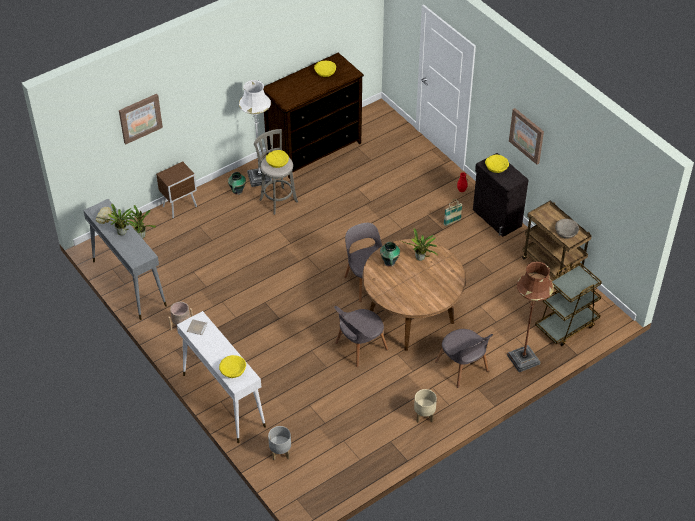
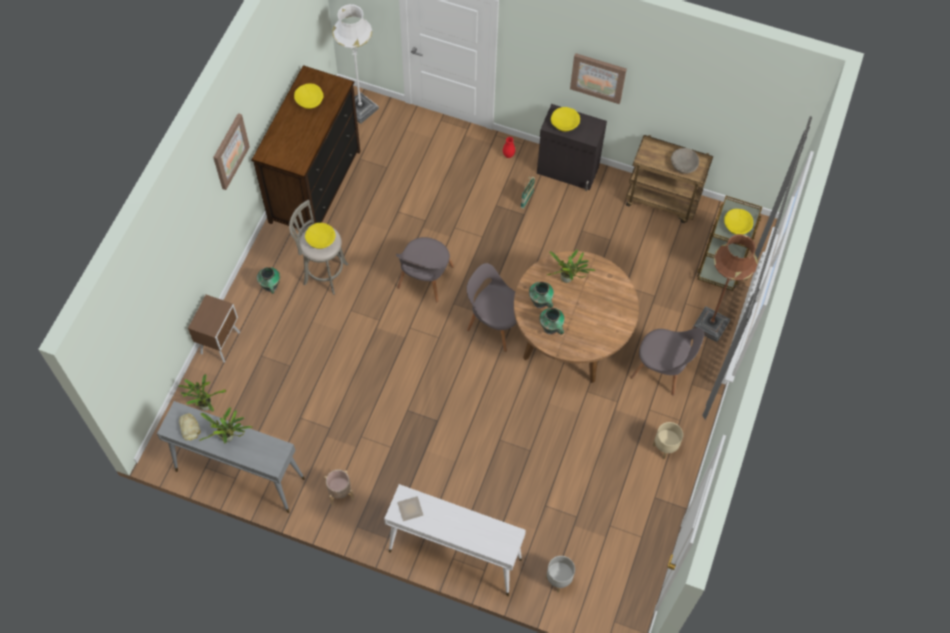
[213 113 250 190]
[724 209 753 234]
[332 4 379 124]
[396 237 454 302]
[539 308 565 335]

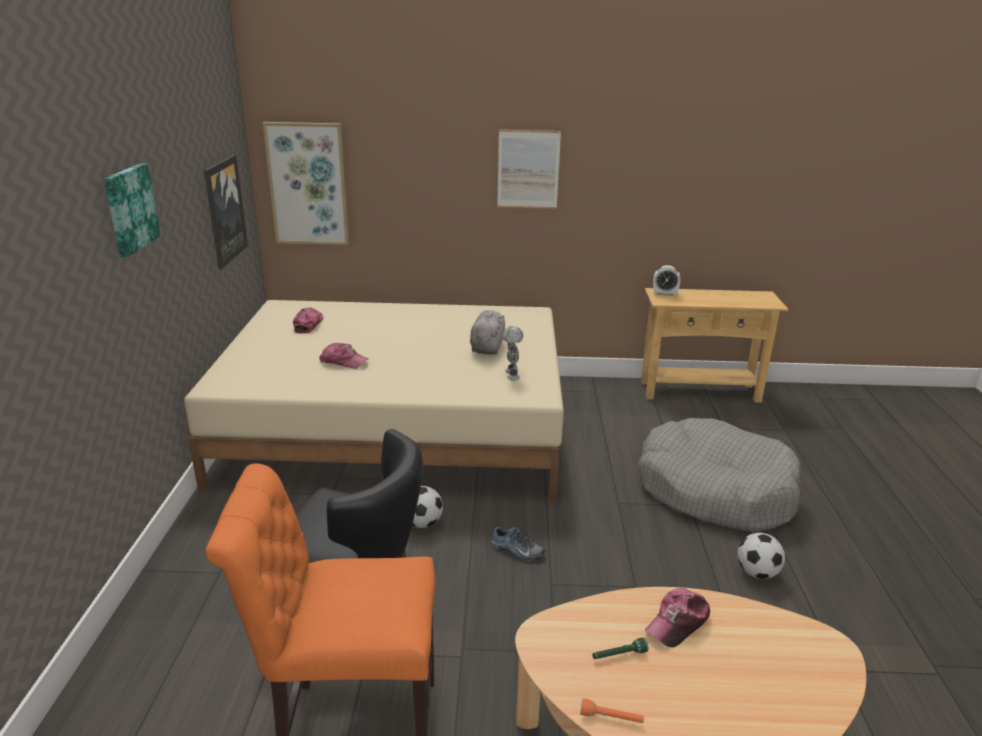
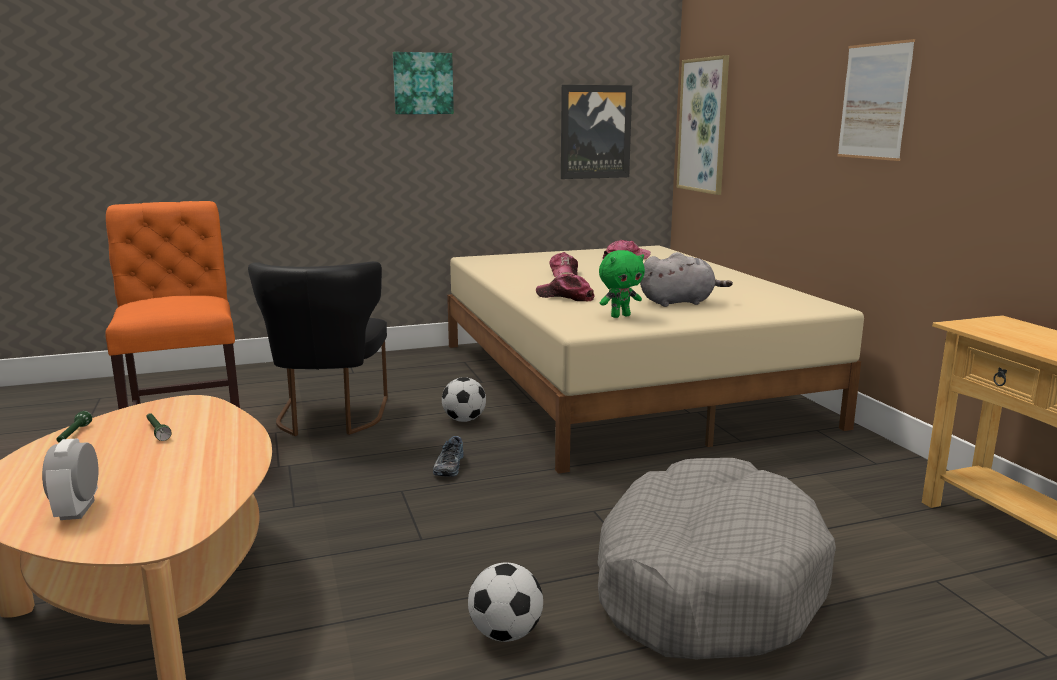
[599 250 645 318]
[56 411 92 442]
[536 274 595 301]
[42 439 98 520]

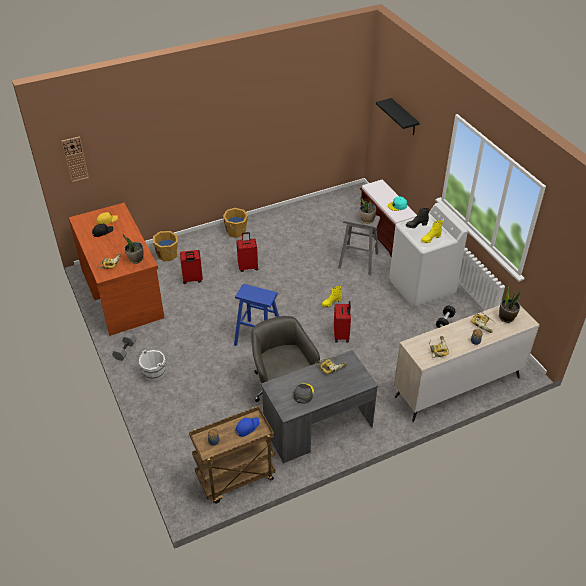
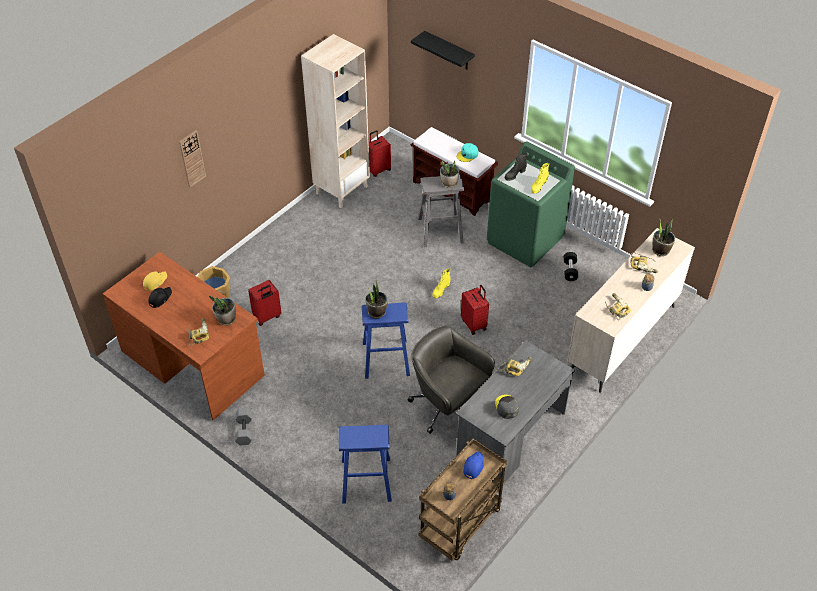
[179 130 206 188]
[139 350 167 381] (first image)
[223 208 248 238] (first image)
[368 130 391 177]
[487 141 575 267]
[301 34 370 208]
[339 425 392 504]
[365 280 388 318]

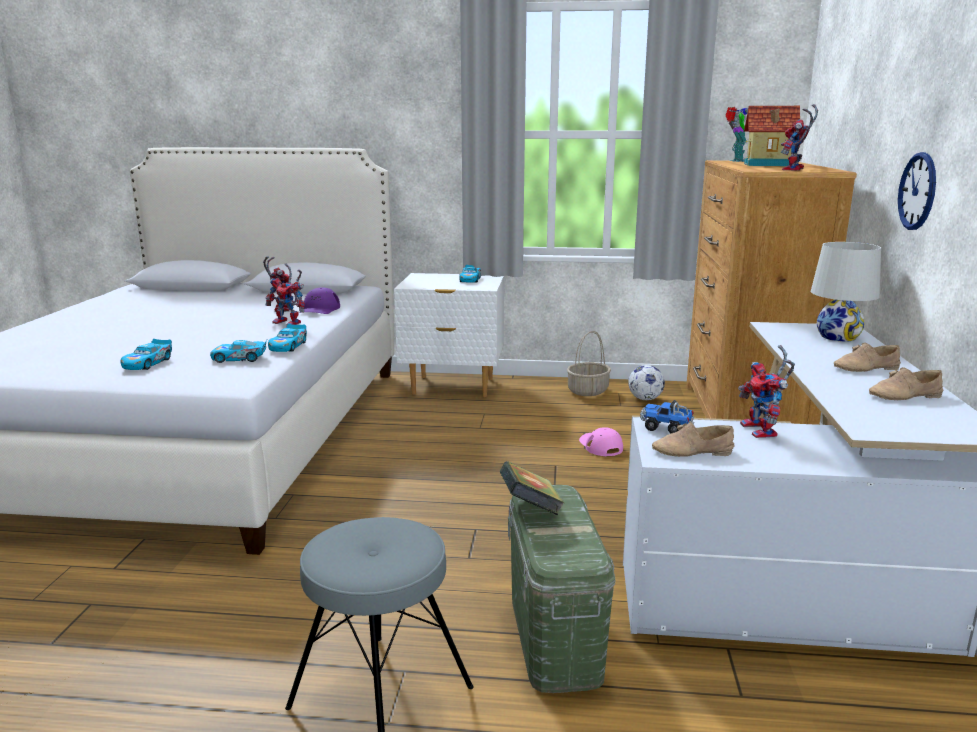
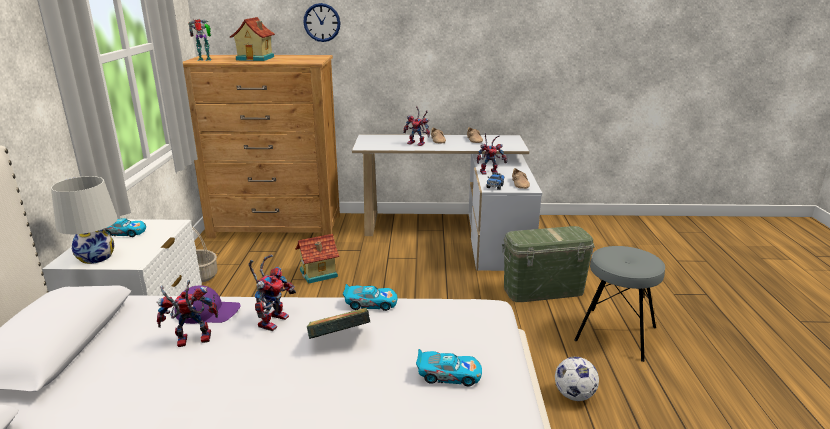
[210 339 268 363] (first image)
[307 308 370 339]
[295 234 340 284]
[555 357 599 401]
[403 106 430 146]
[51 176 118 264]
[303 3 340 42]

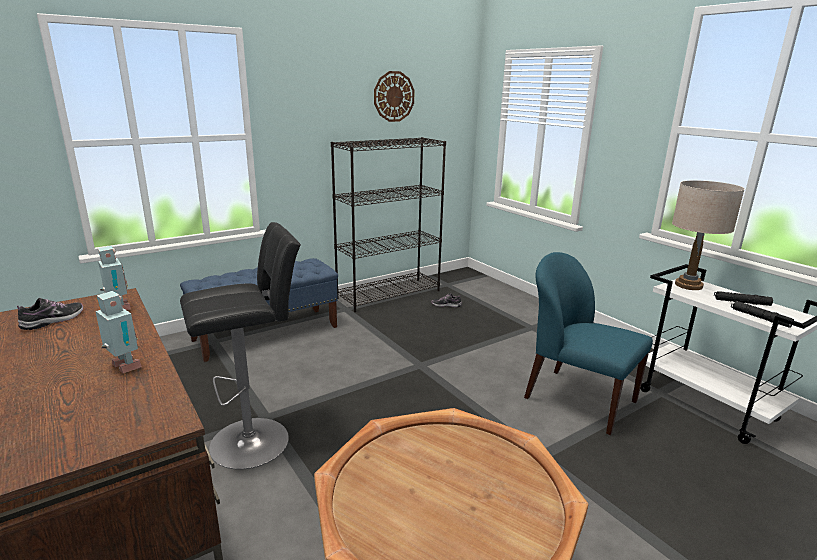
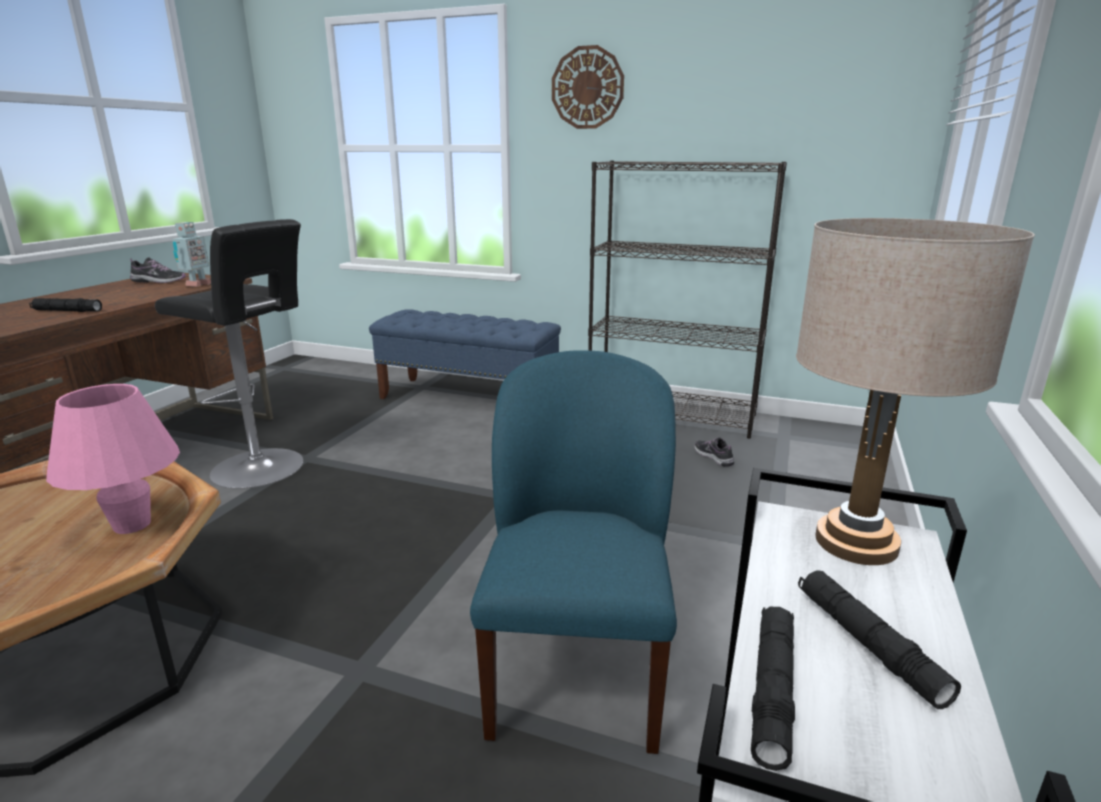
[29 298 102 312]
[552 45 624 129]
[46 384 180 534]

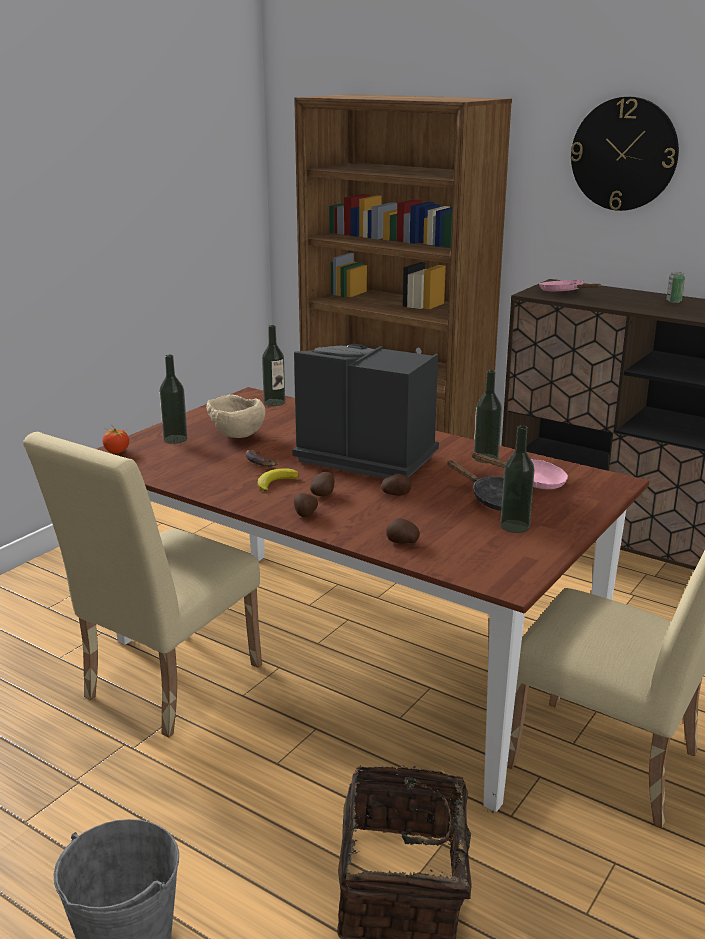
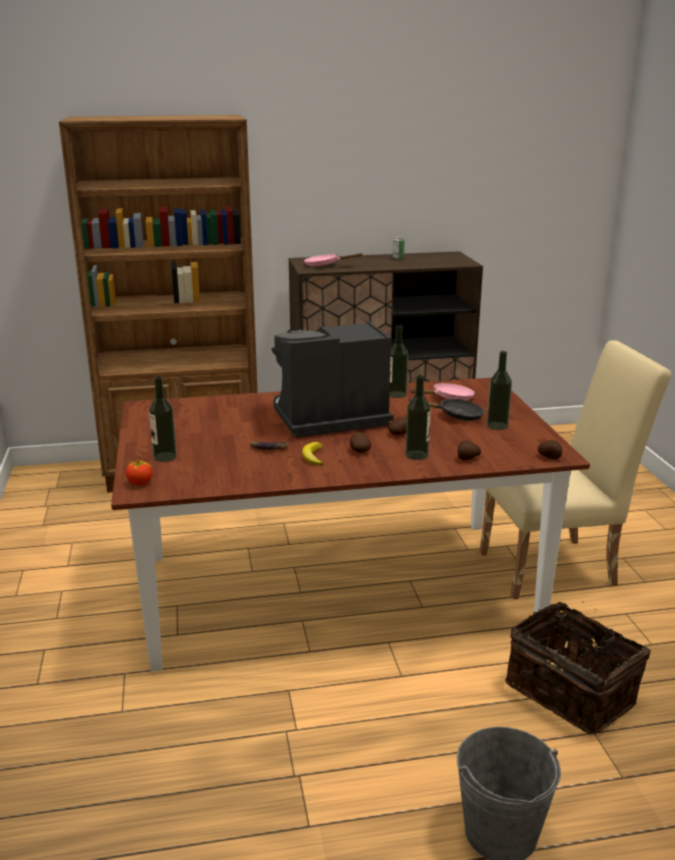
[23 432 262 738] (first image)
[206 394 266 438] (first image)
[405 375 431 460]
[538 440 562 459]
[571 97 679 211] (first image)

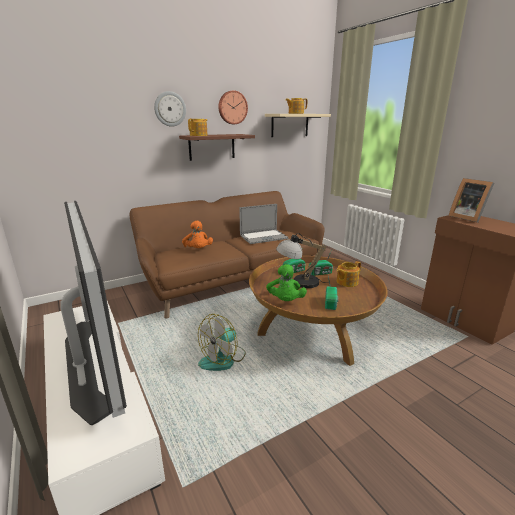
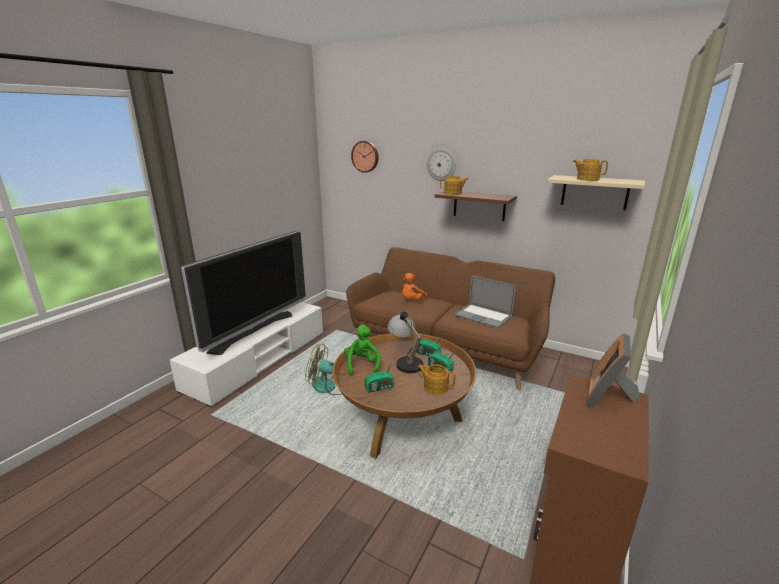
[351 141 379 173]
[344 325 381 374]

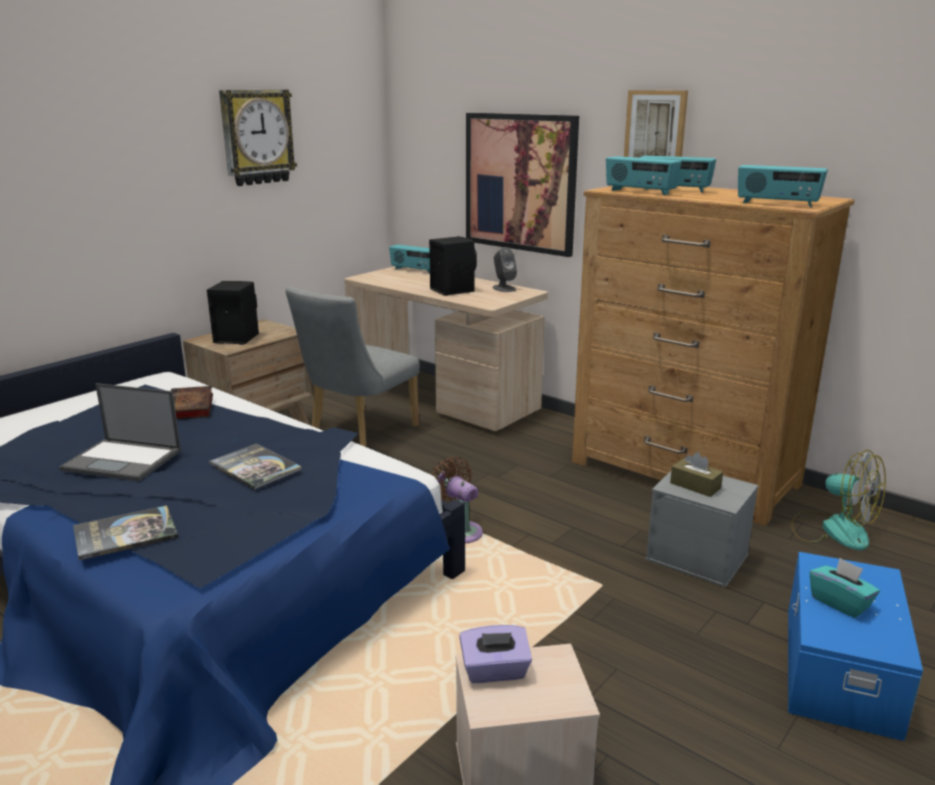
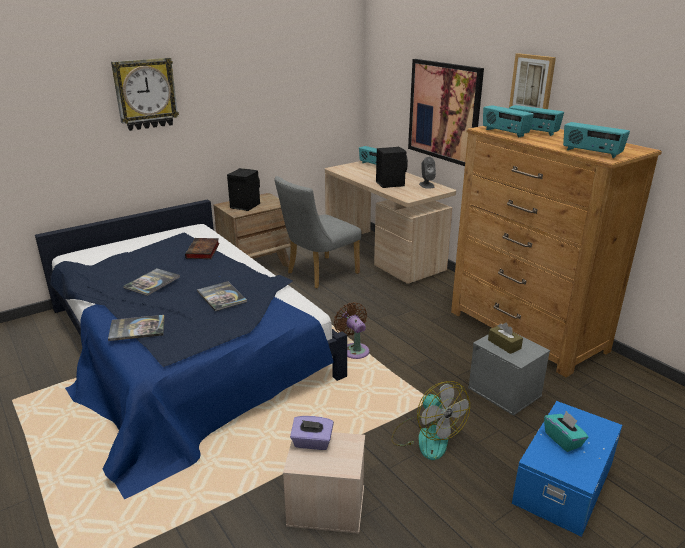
[123 268 180 296]
[111 58 179 131]
[391 381 470 460]

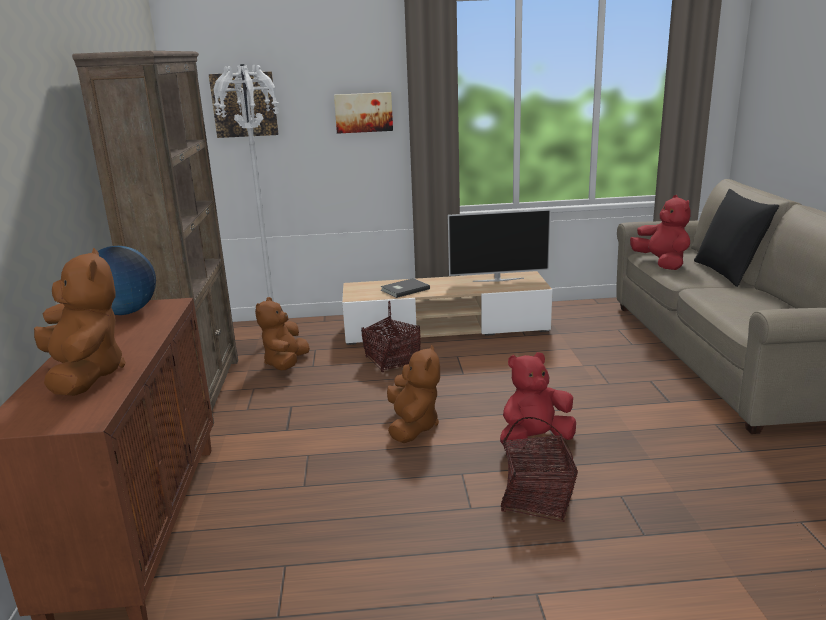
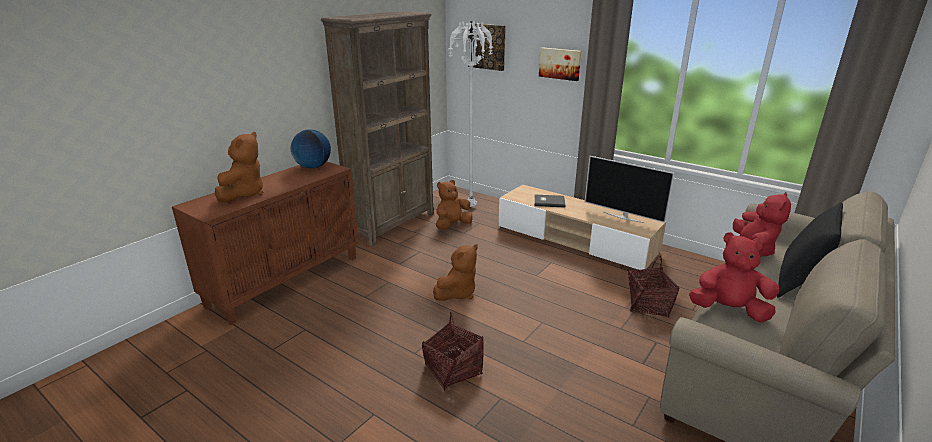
[628 256 679 318]
[689 232 779 323]

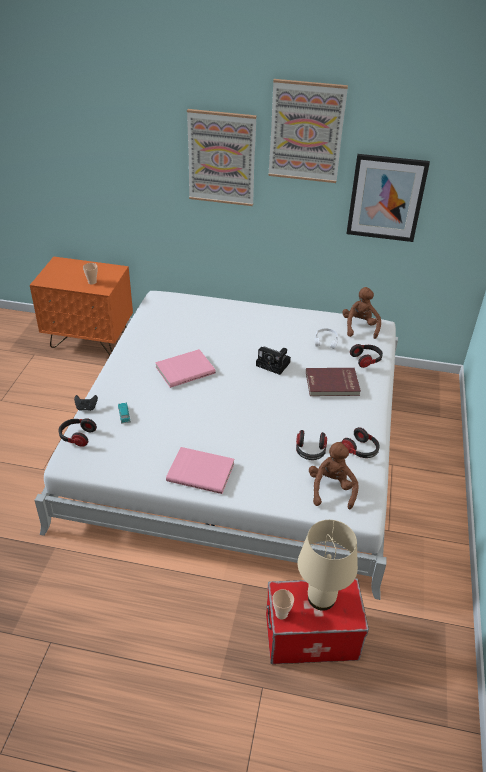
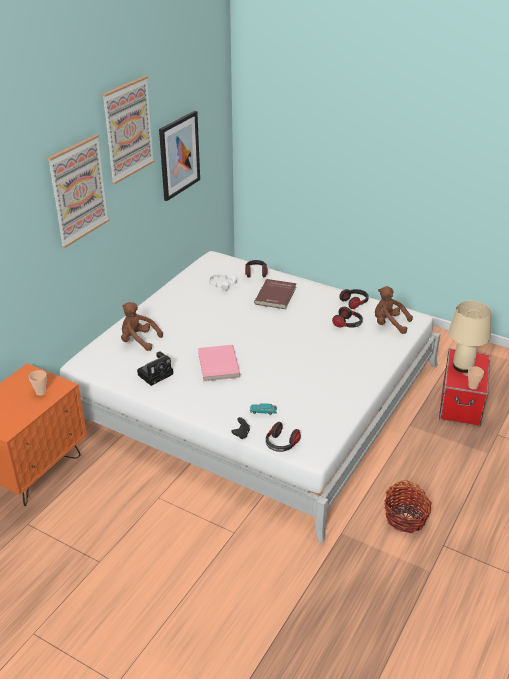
[166 447 234 494] (first image)
[137 351 173 386]
[121 302 163 351]
[384 480 432 533]

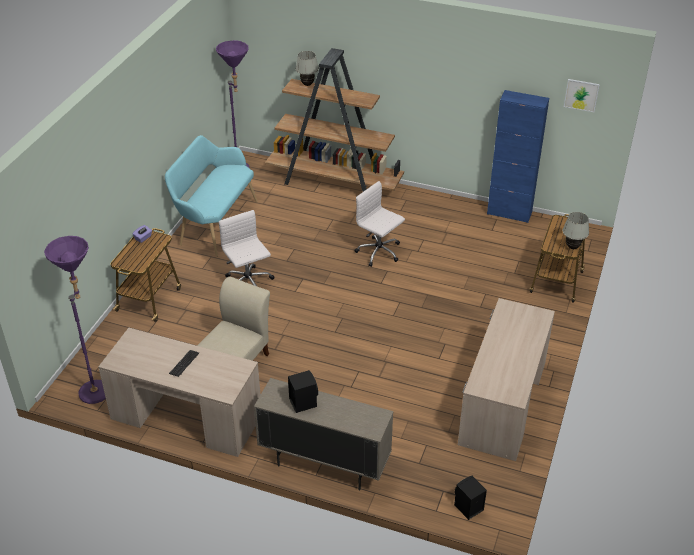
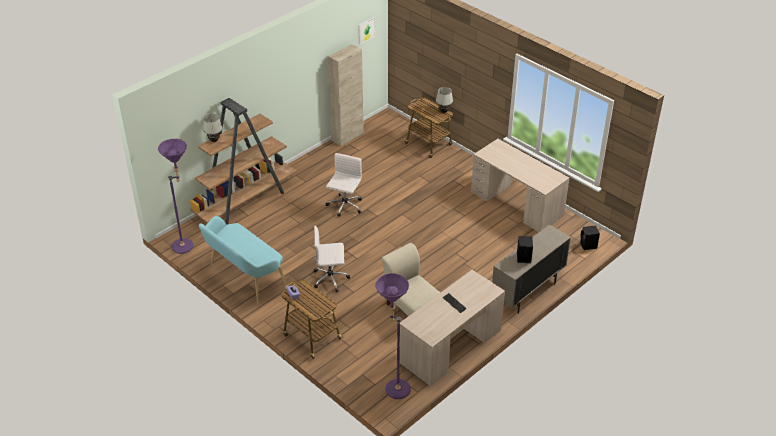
[326 153 362 217]
[328 44 364 146]

